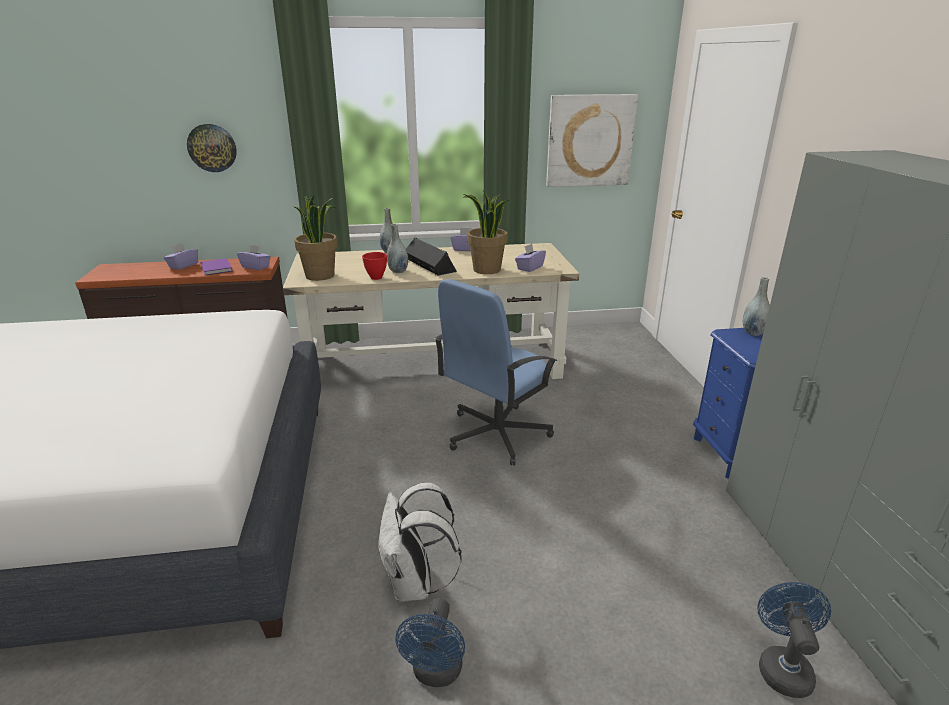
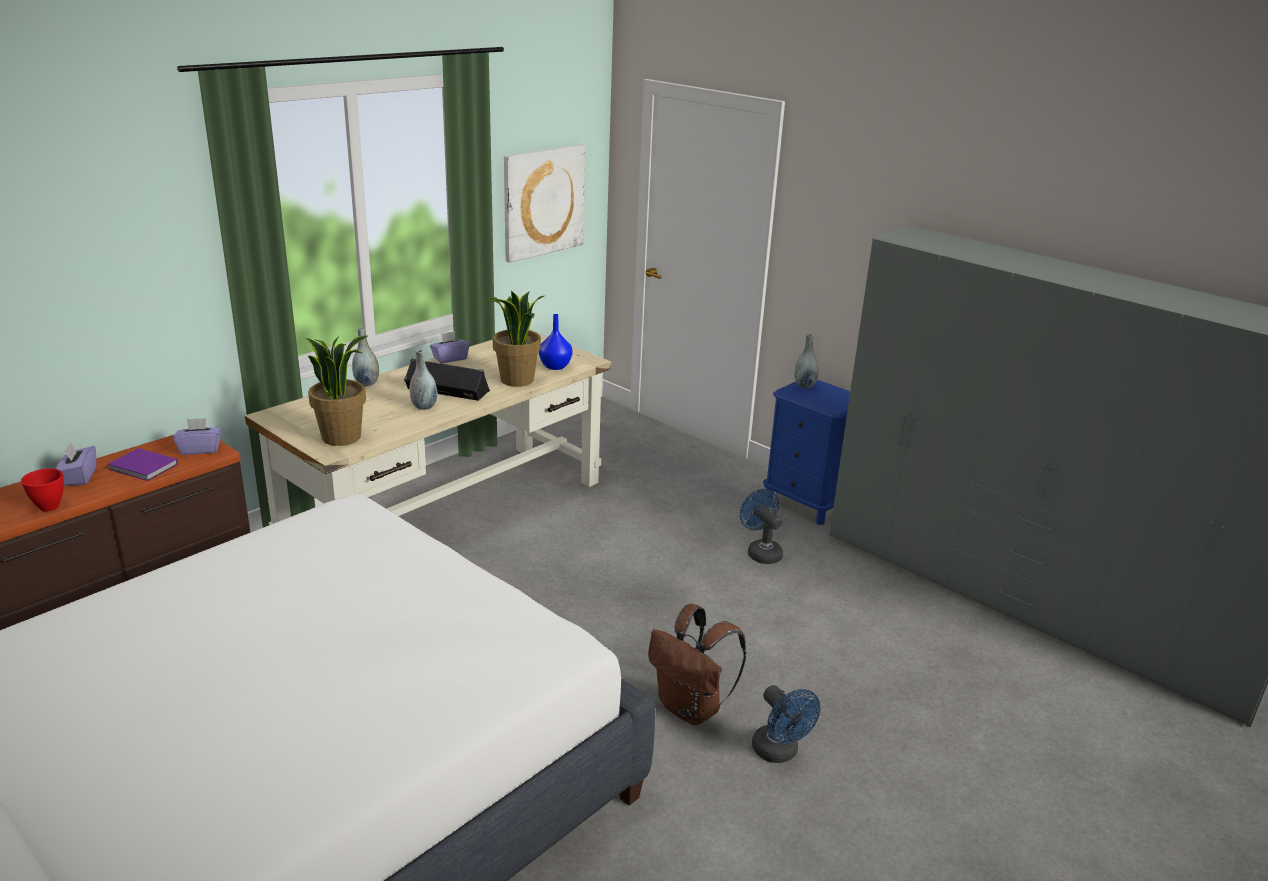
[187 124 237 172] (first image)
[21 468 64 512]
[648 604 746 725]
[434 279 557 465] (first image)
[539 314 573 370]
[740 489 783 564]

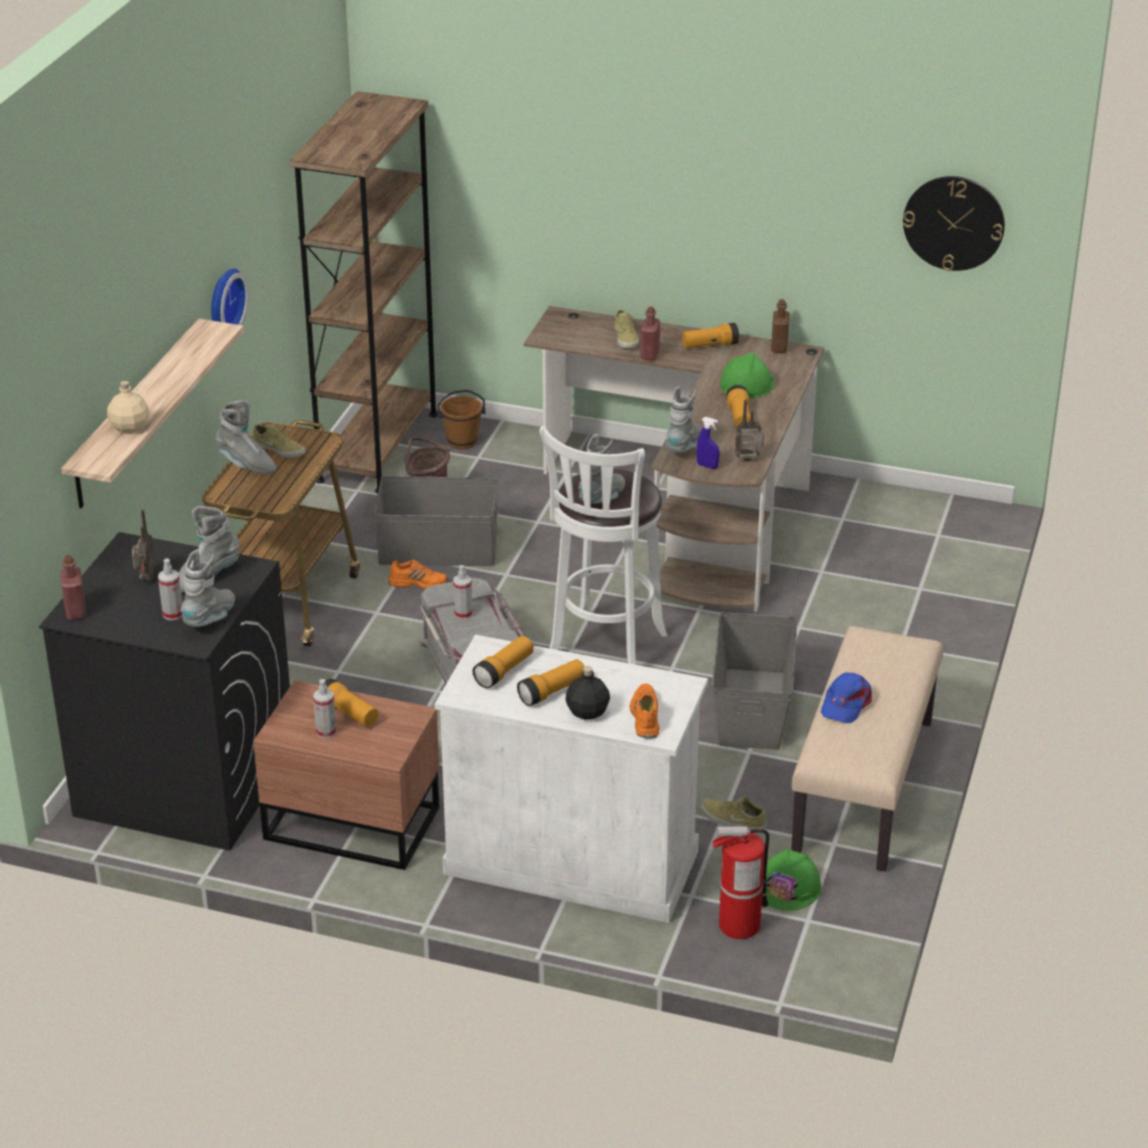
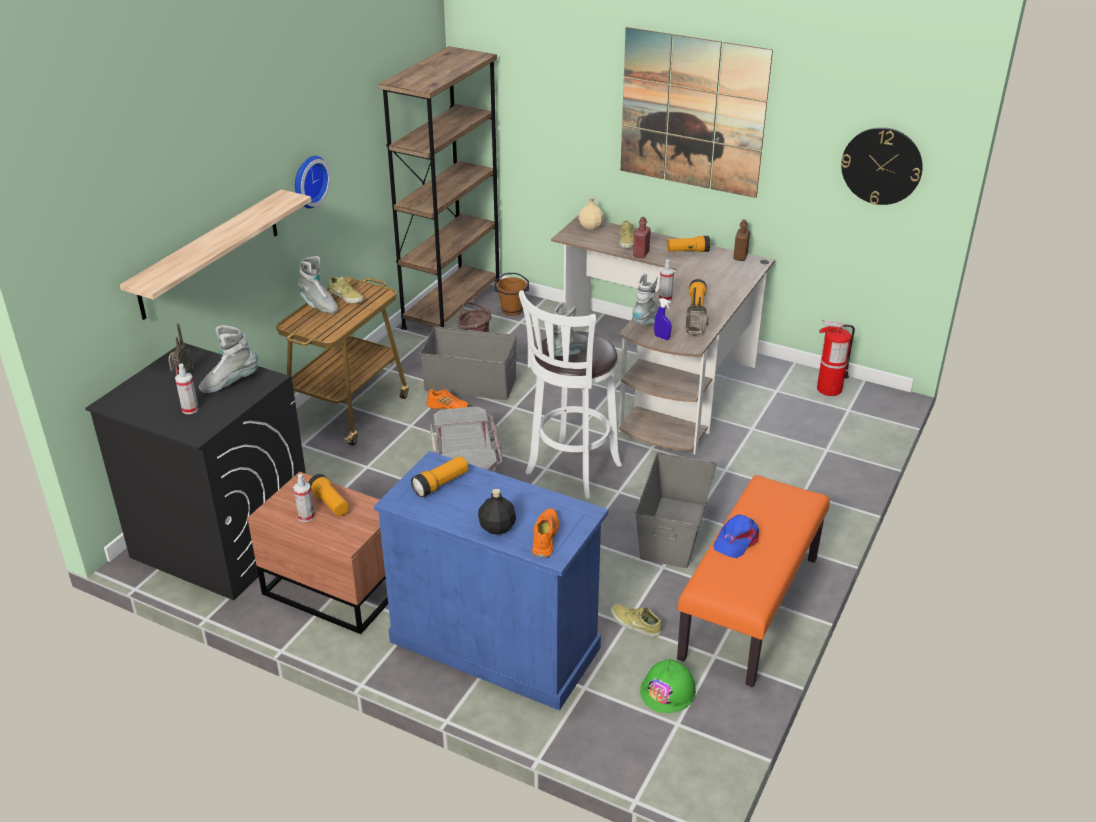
[60 555 86 620] (first image)
[579 197 604 230]
[181 550 235 627] (first image)
[374 451 609 710]
[659 259 674 301]
[517 659 585 706] (first image)
[817 320 855 396]
[720 353 775 399] (first image)
[677 475 830 687]
[620 27 773 198]

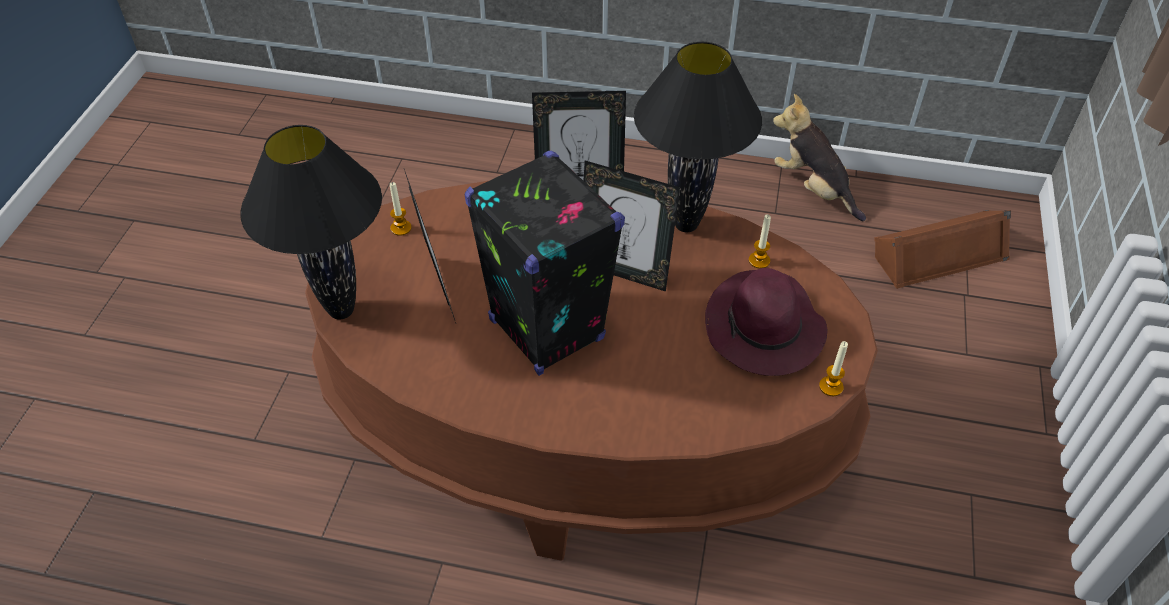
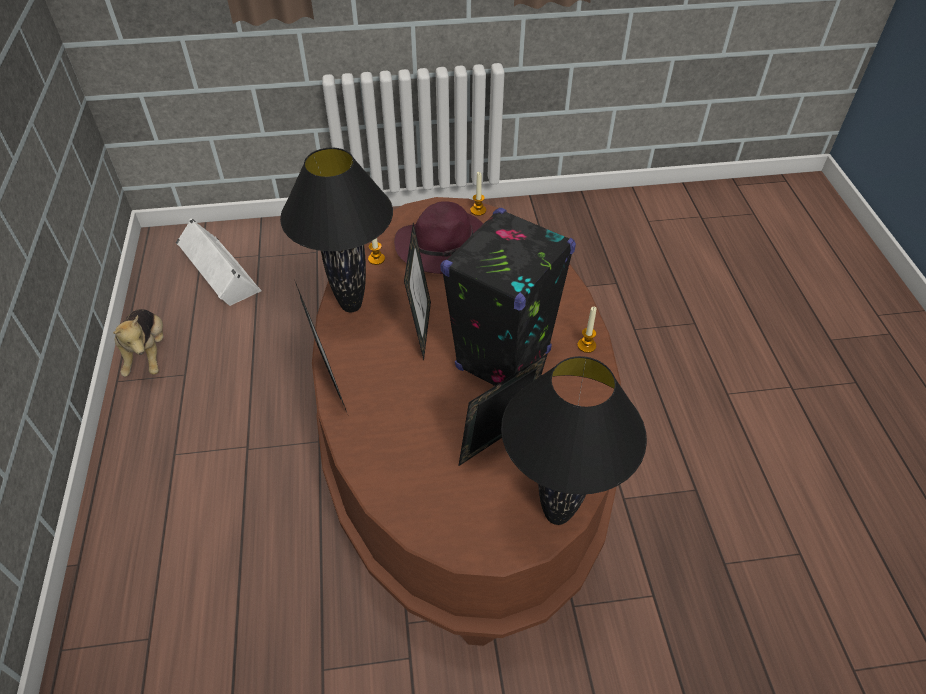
[577 307 597 353]
[113 309 163 377]
[176 218 262 306]

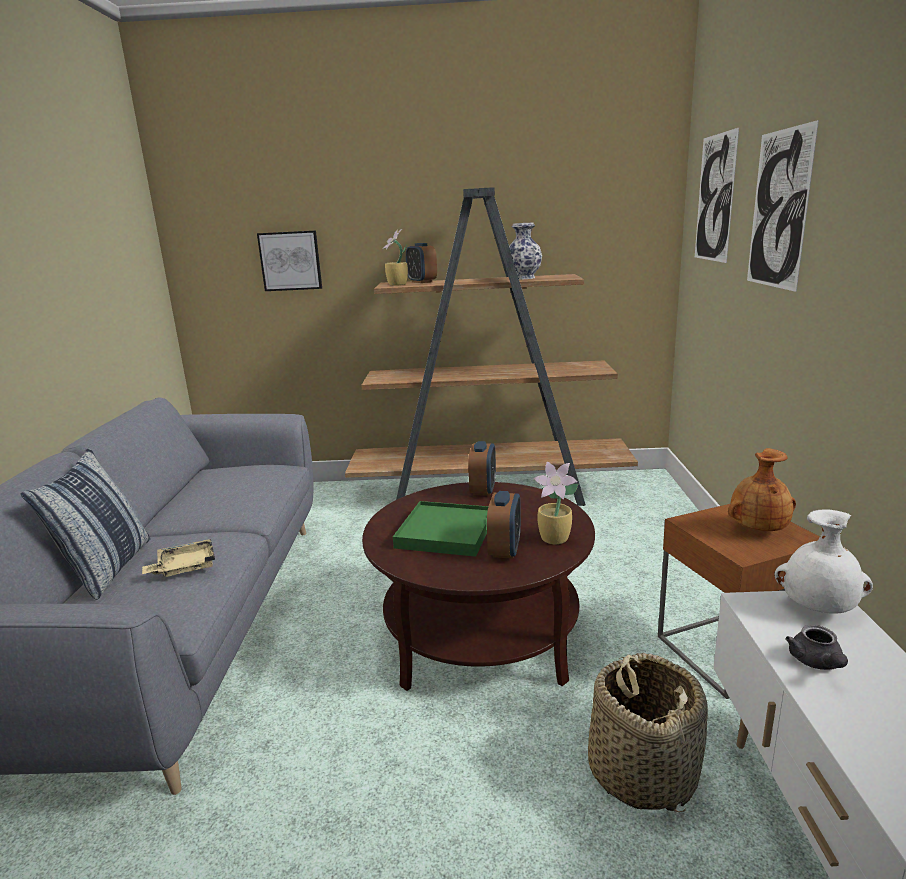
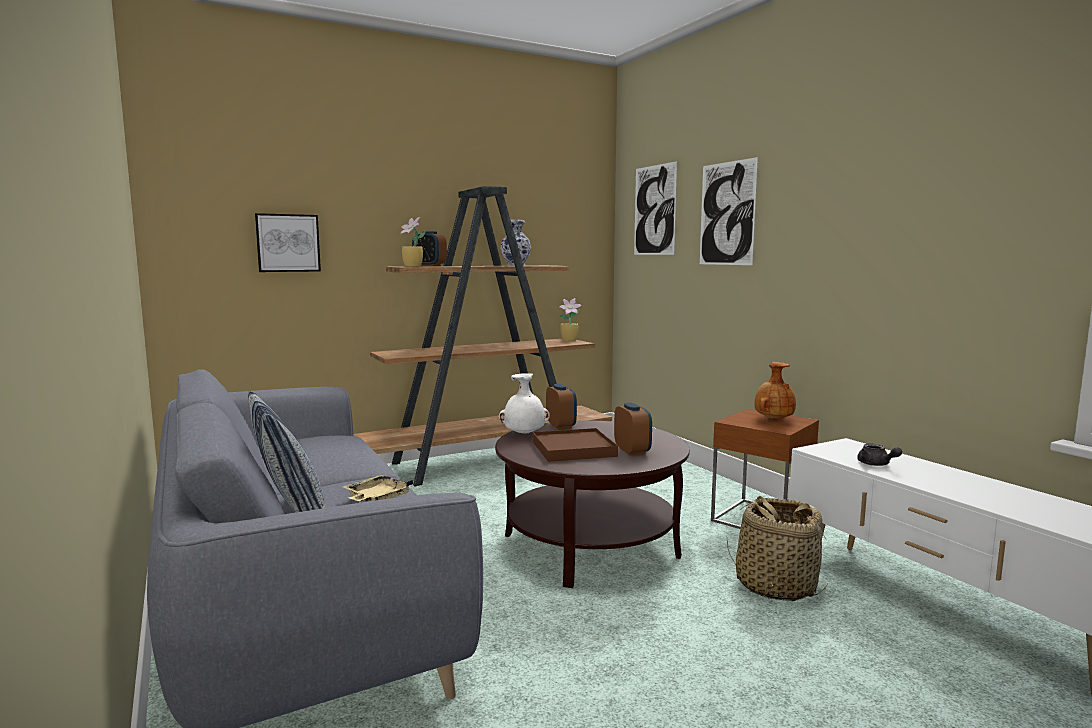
[533 428 618 462]
[559 298 582 341]
[499 373 550 435]

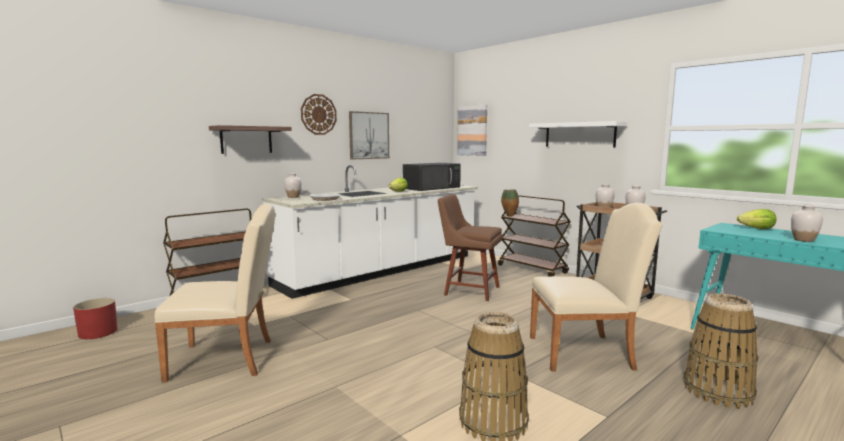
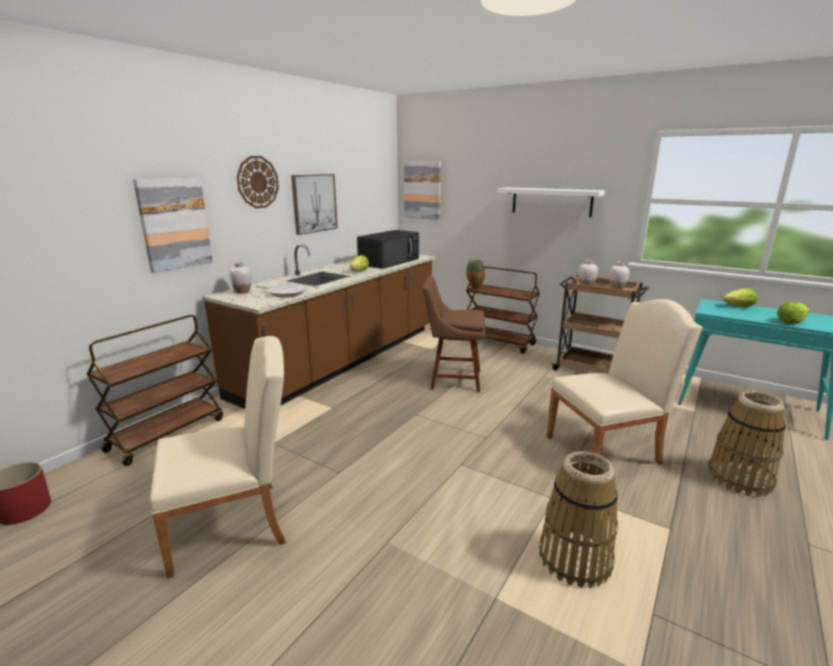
[133 178 213 273]
[203 244 436 409]
[777 302 810 324]

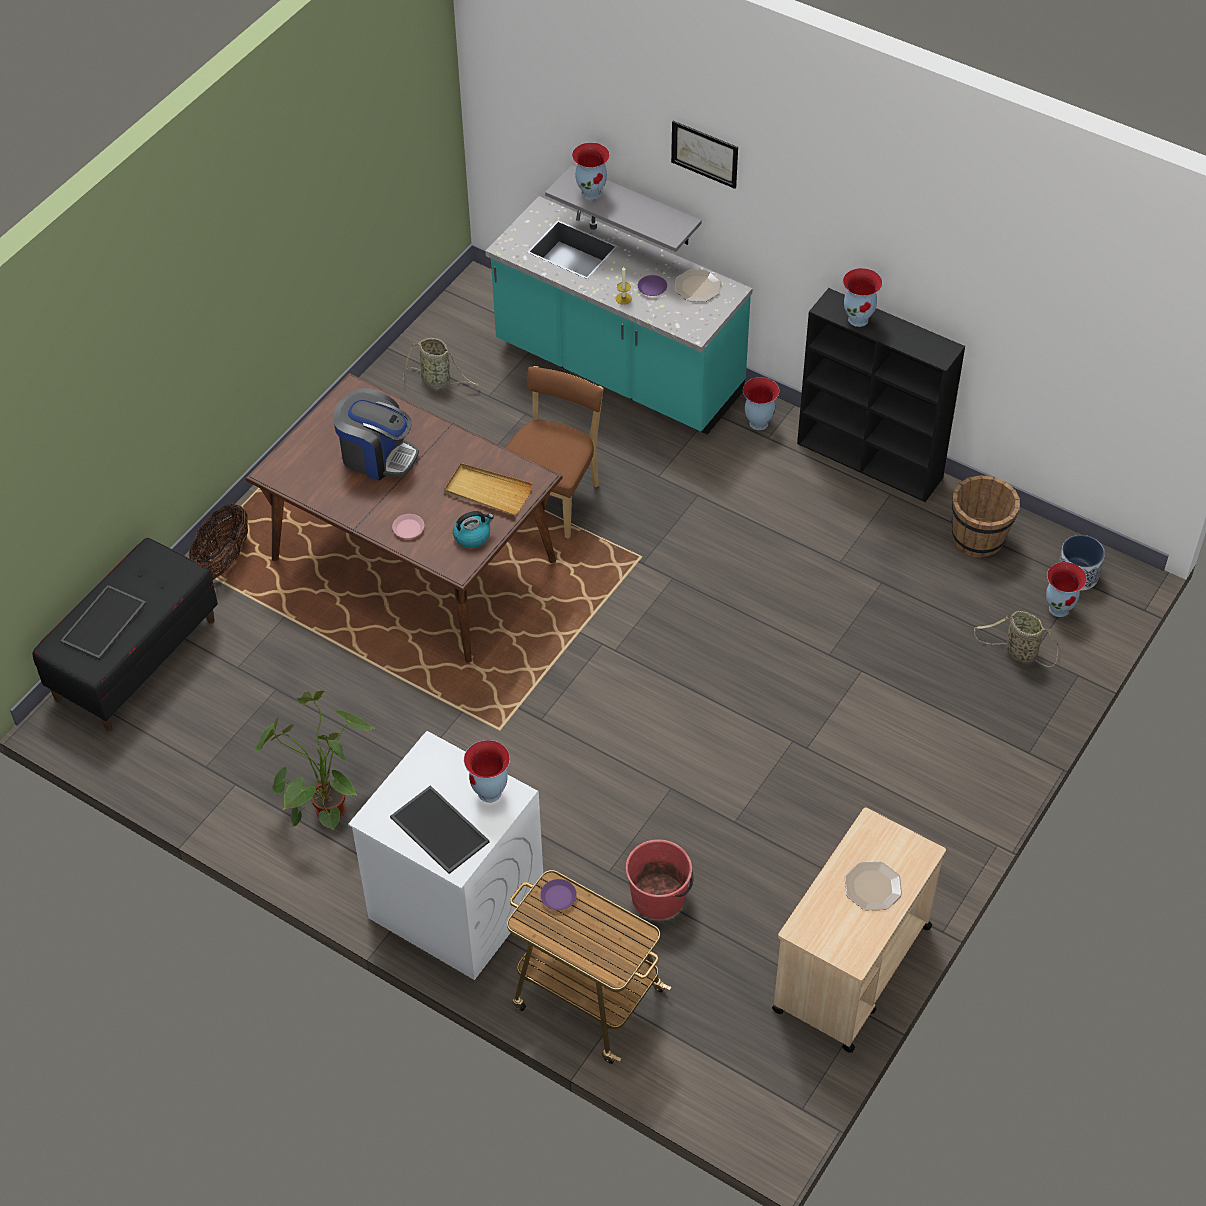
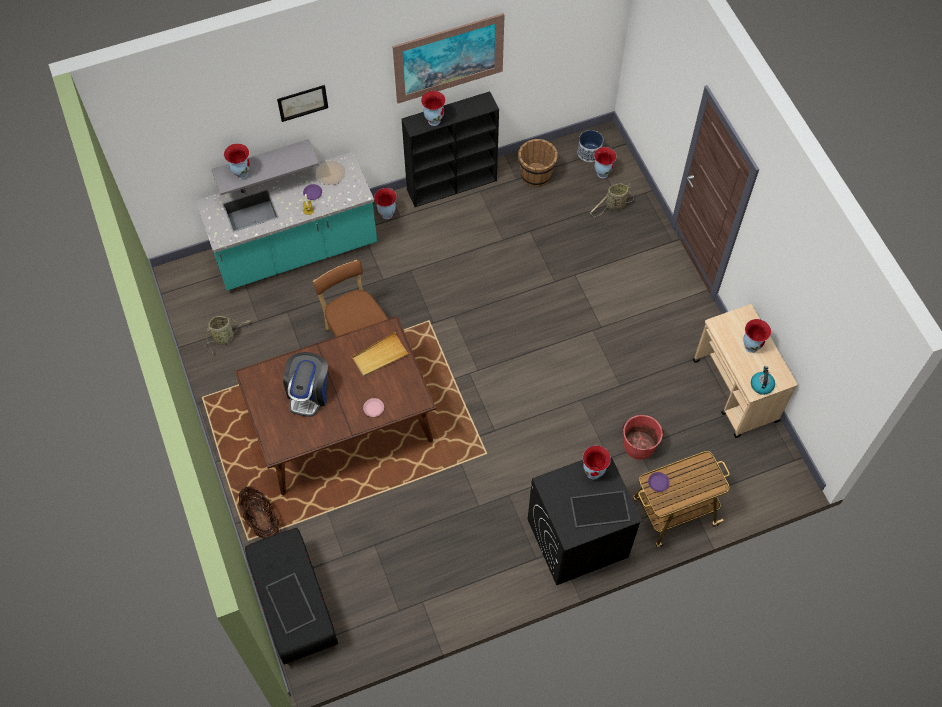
[255 690 375 830] (first image)
[283 352 329 417]
[528 451 642 585]
[751 366 775 395]
[743 319 771 353]
[393 13 505 103]

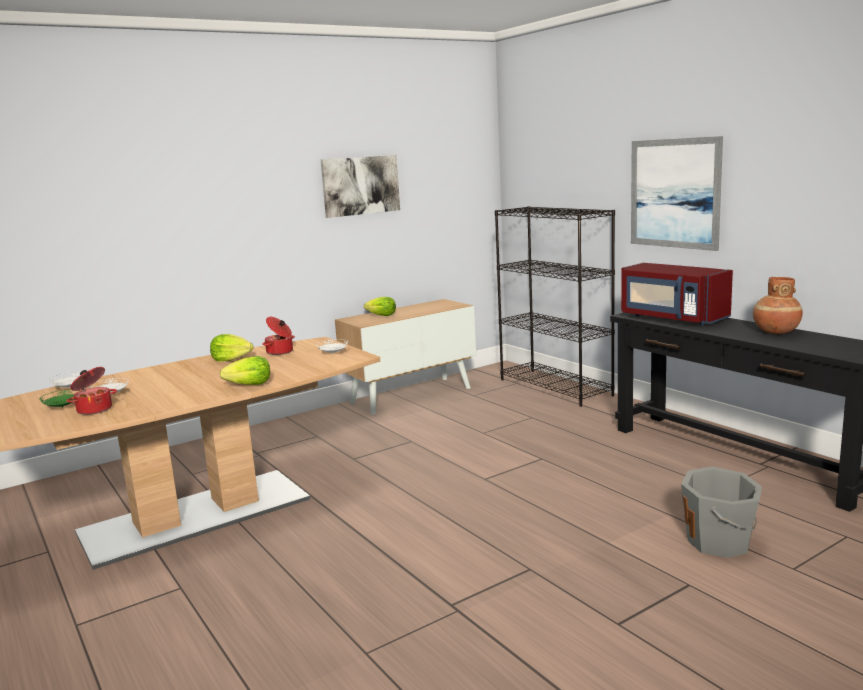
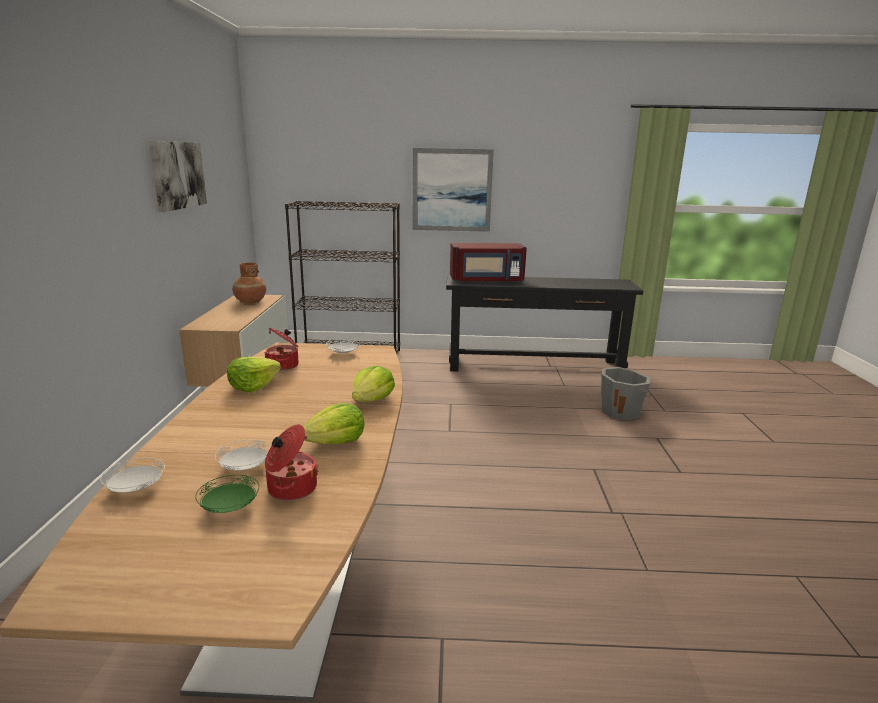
[303 403 364 444]
[232 263 266 303]

